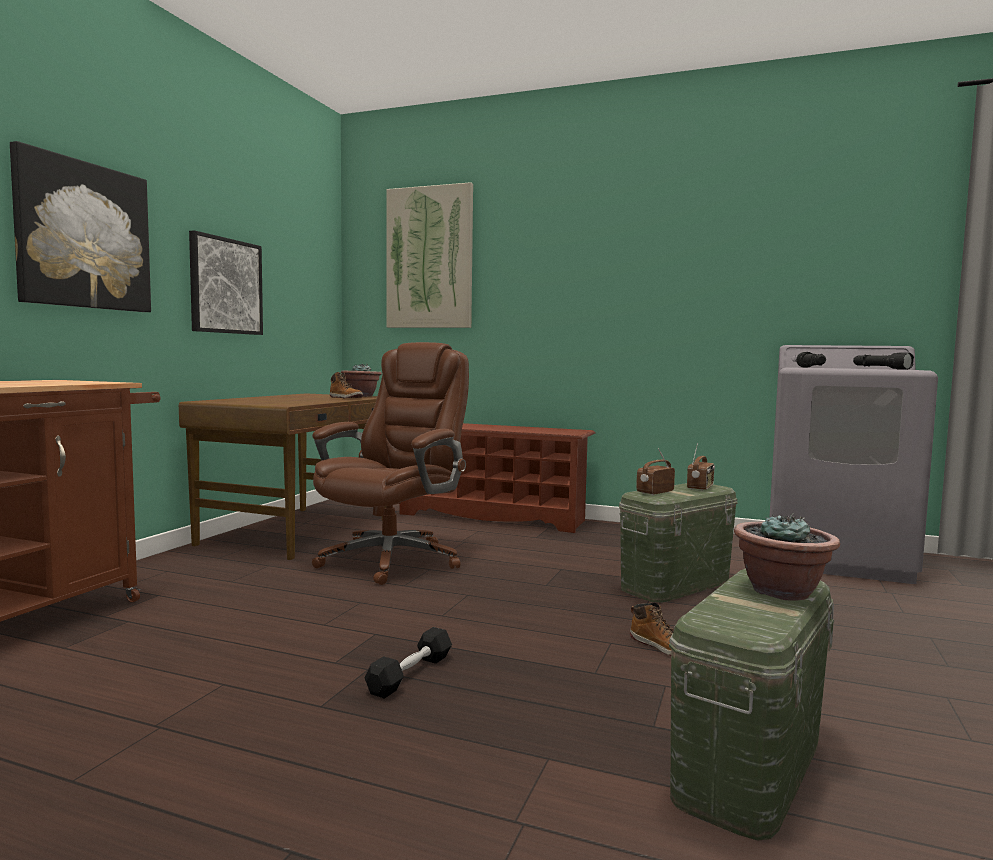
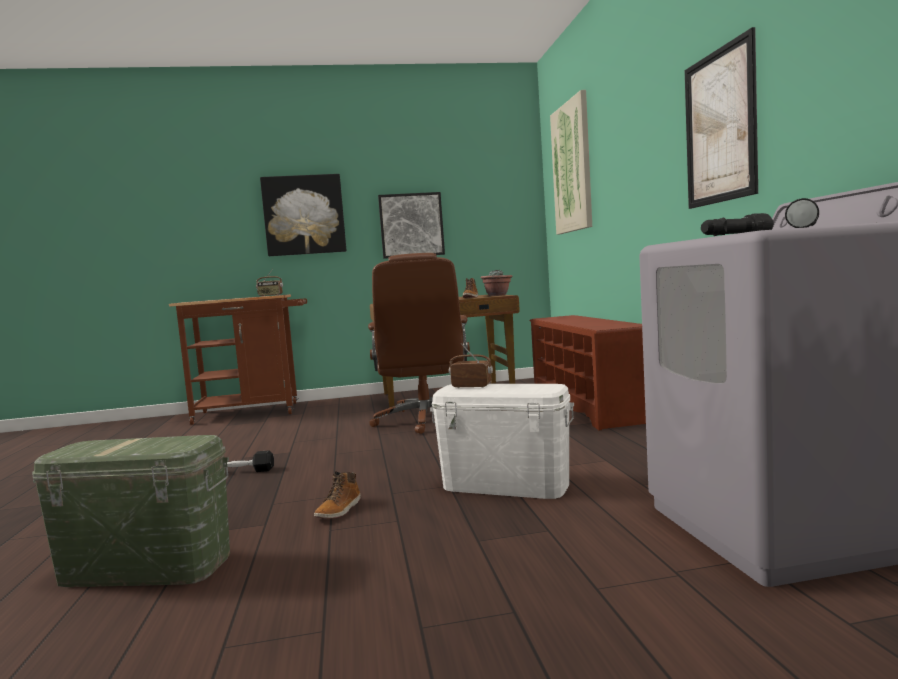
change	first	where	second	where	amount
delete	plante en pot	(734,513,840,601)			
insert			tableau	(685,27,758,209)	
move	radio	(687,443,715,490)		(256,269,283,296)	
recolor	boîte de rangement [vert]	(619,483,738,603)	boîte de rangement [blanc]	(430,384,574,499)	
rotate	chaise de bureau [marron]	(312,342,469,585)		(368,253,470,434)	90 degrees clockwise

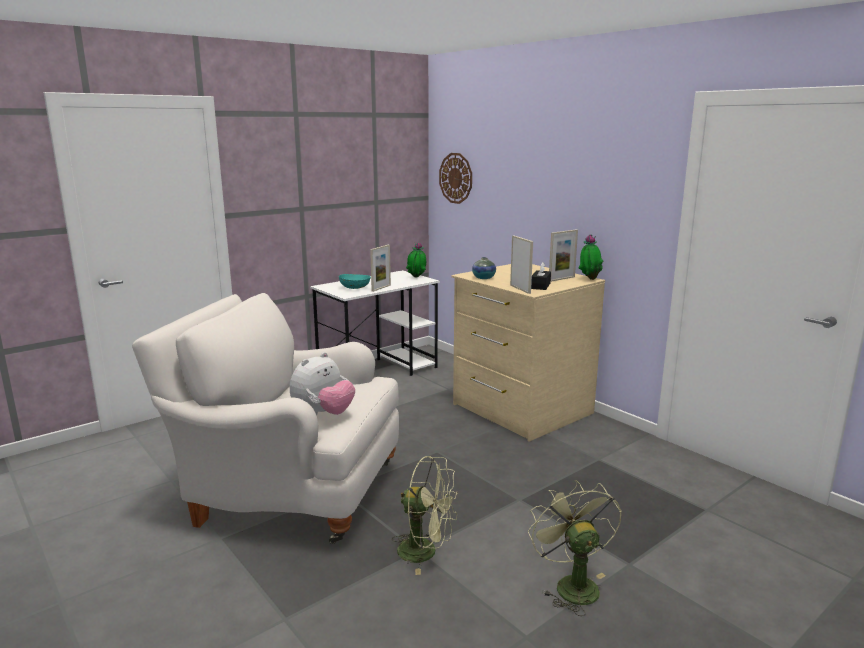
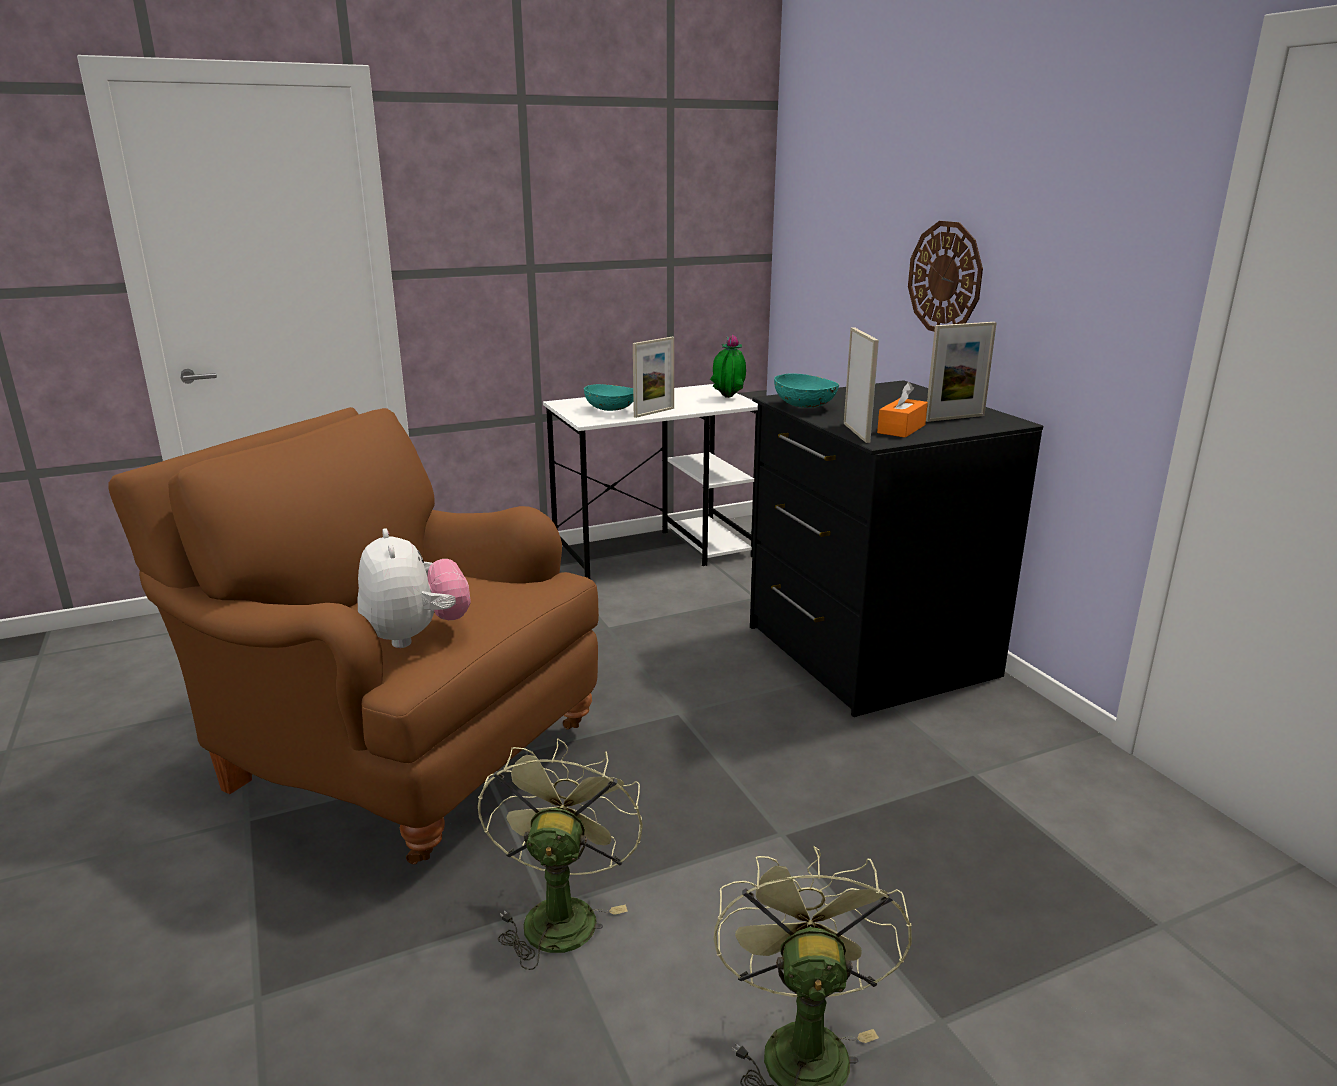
change	first	where	second	where	amount
delete	plante en pot	(579,235,603,280)			
move	horloge murale	(439,153,472,204)		(908,221,983,331)	
replace	vase	(472,257,496,279)	bol [turquoise]	(774,373,839,408)	
recolor	fauteuil [blanc]	(132,293,399,544)	fauteuil [marron]	(108,407,599,864)	
recolor	commode [beige]	(452,264,605,442)	commode [noir]	(750,380,1043,717)	
recolor	boîte à mouchoirs [noir]	(531,262,551,290)	boîte à mouchoirs [orange]	(877,382,928,438)	
rotate	peluche	(290,352,355,415)		(358,528,471,648)	75 degrees counterclockwise
rotate	ventilateur [vert]	(392,456,458,575)		(478,738,643,970)	120 degrees counterclockwise

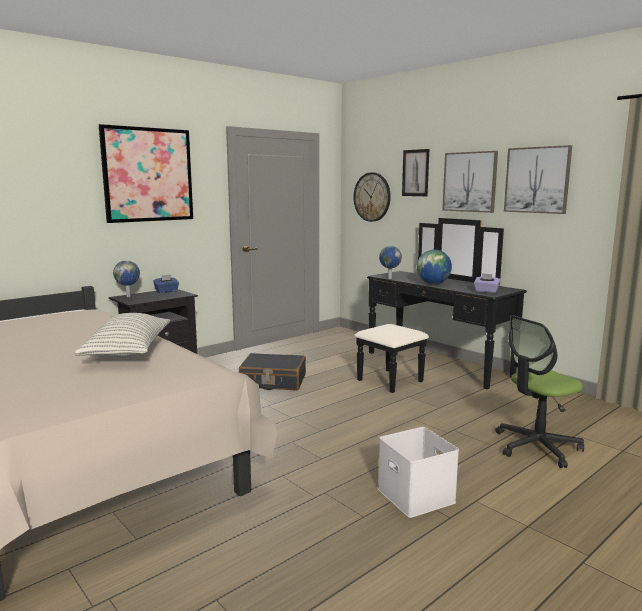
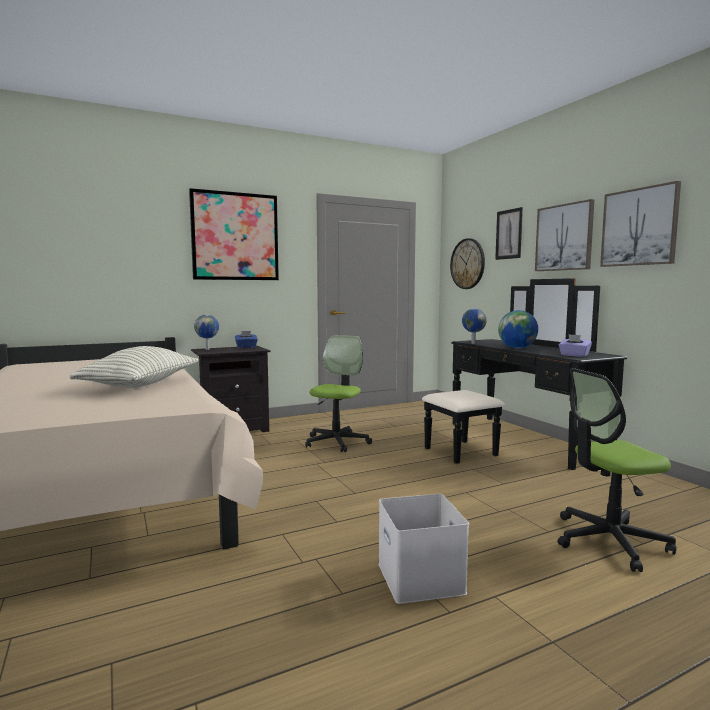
change	first	where	second	where	amount
replace	valise [noir]	(239,353,306,390)	chaise de bureau	(305,335,372,452)	

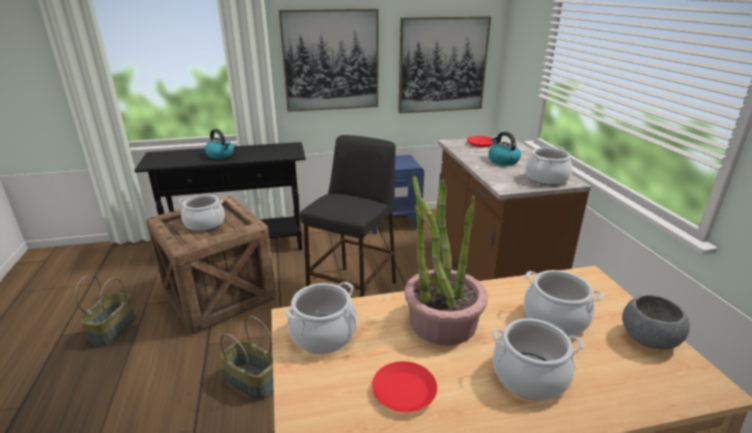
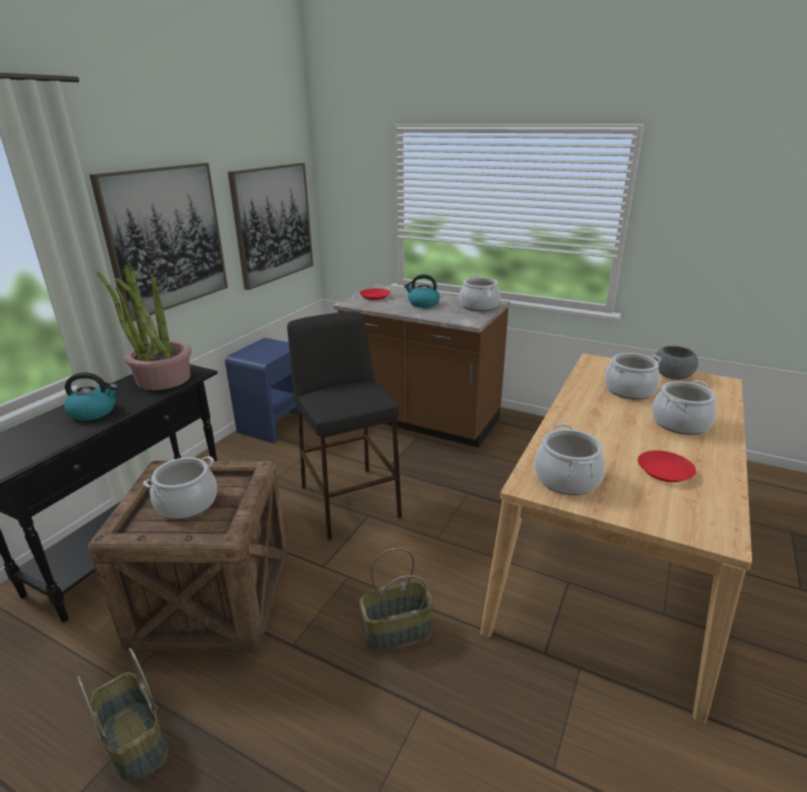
change	first	where	second	where	amount
move	plante en pot	(405,176,488,346)		(97,265,192,390)	

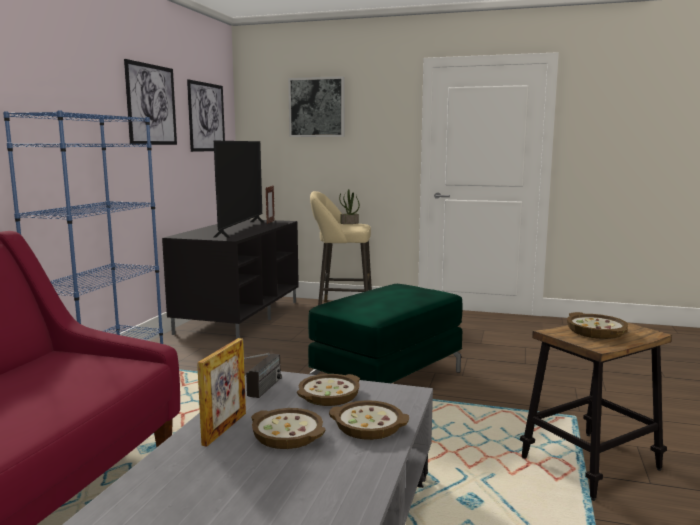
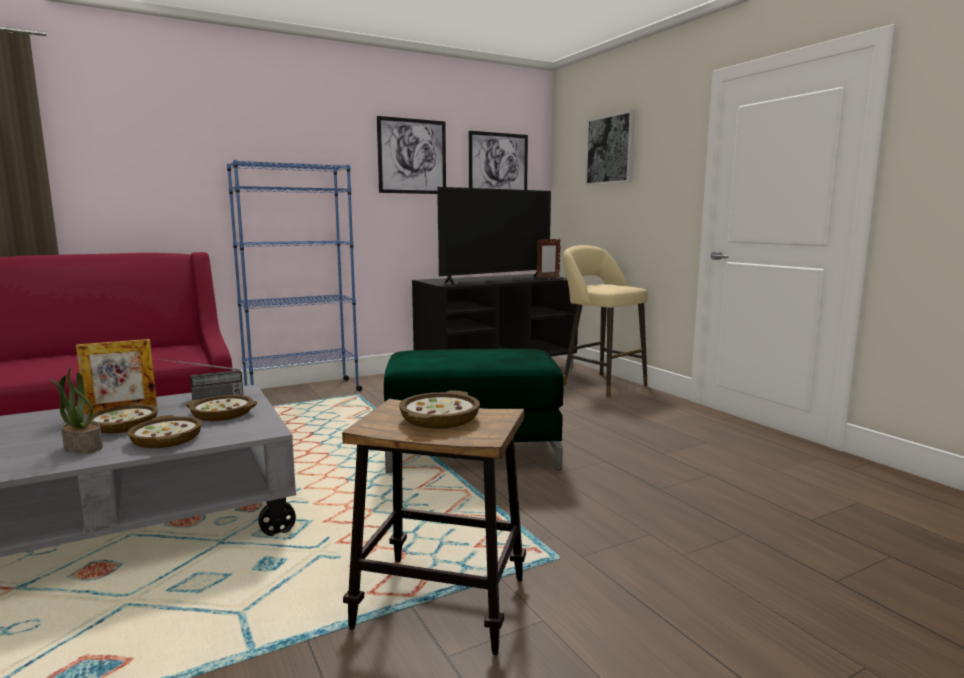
change	first	where	second	where	amount
move	plante en pot	(339,189,360,224)		(50,367,103,454)	

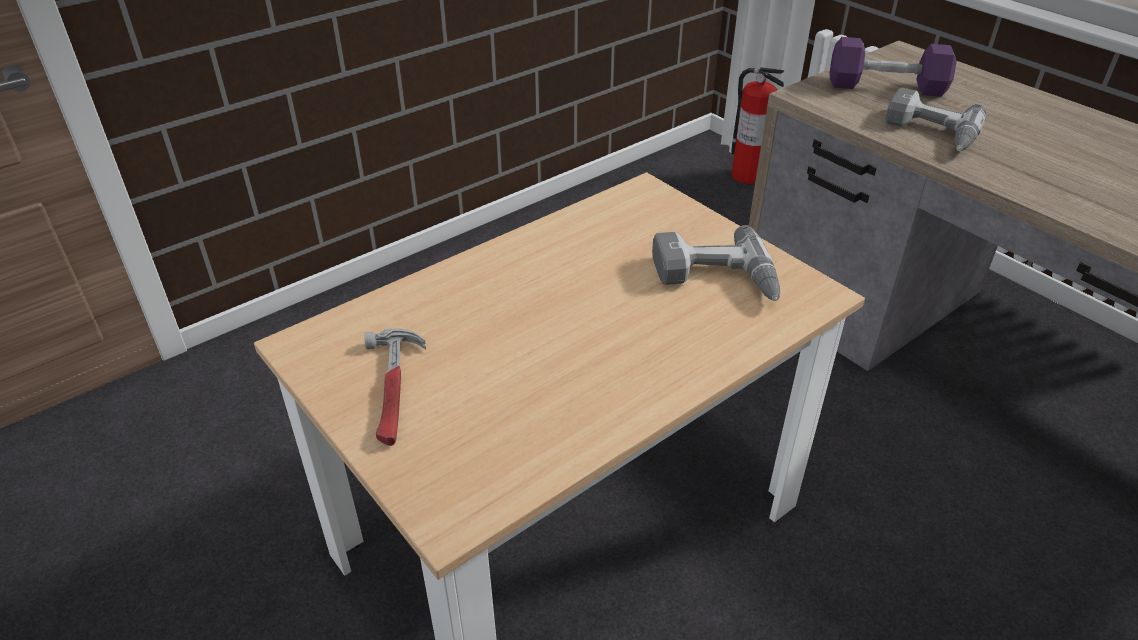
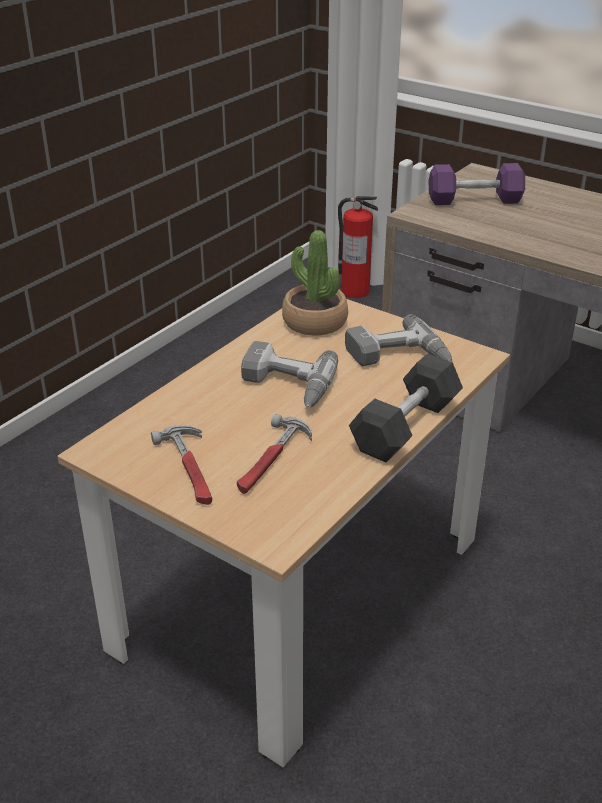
change	first	where	second	where	amount
insert			marteau	(237,414,312,494)	
insert			plante en pot	(282,230,348,336)	
insert			haltère [noir]	(349,354,463,462)	
move	perceuse	(885,88,986,151)		(241,341,338,408)	

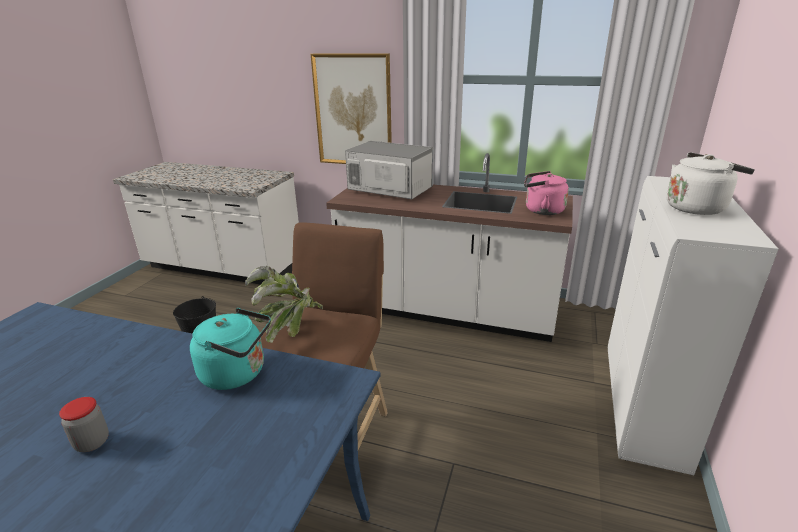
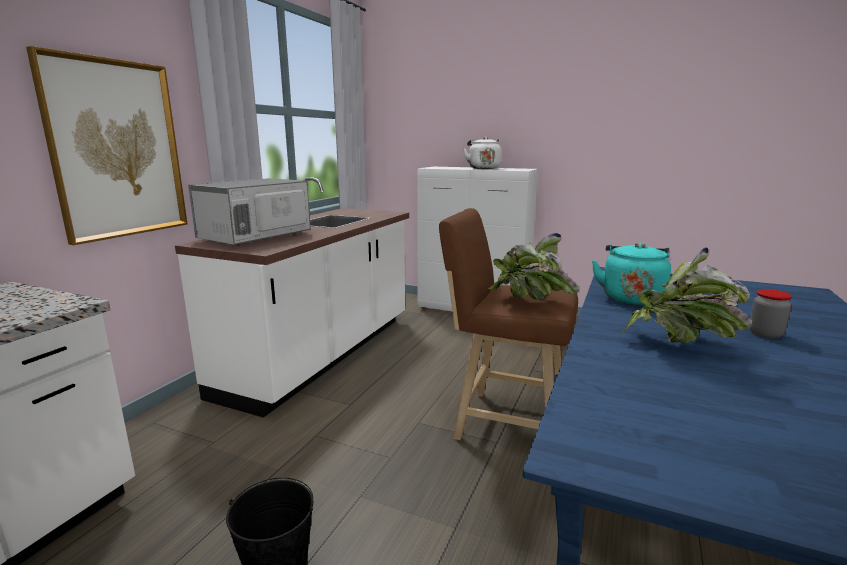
change	first	where	second	where	amount
delete	bouilloire [rose]	(524,171,569,215)			
insert			plante en pot	(621,247,752,343)	

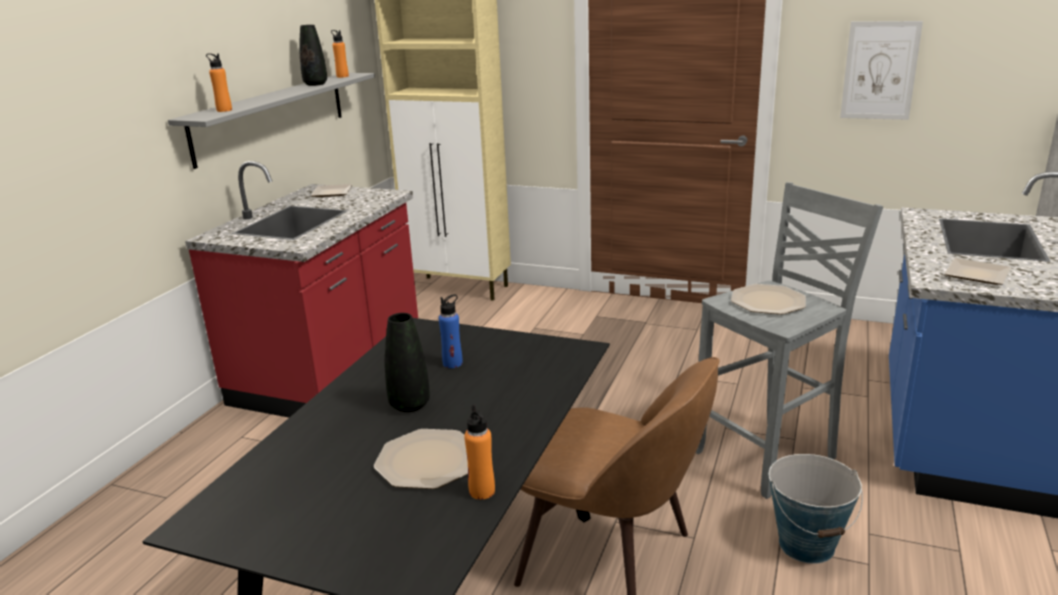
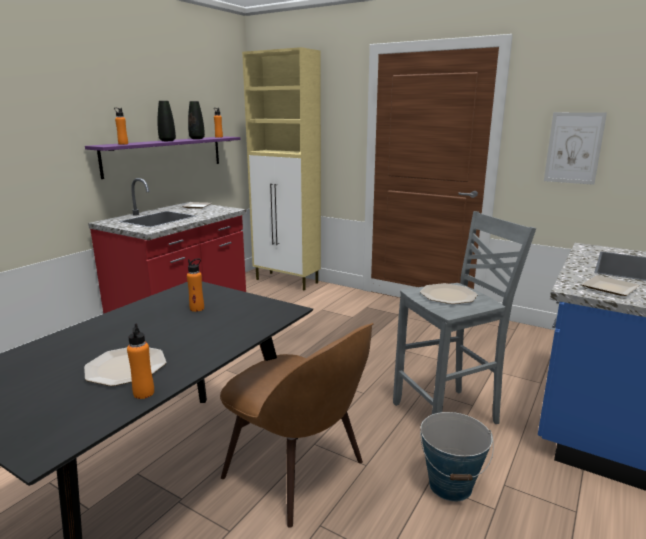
change	first	where	second	where	amount
move	vase [noir]	(385,313,430,412)		(158,101,176,141)	
recolor	étagère [gris]	(168,73,375,169)	étagère [violet]	(85,136,241,179)	
recolor	bouteille [bleu]	(439,294,462,368)	bouteille [orange]	(187,259,204,312)	

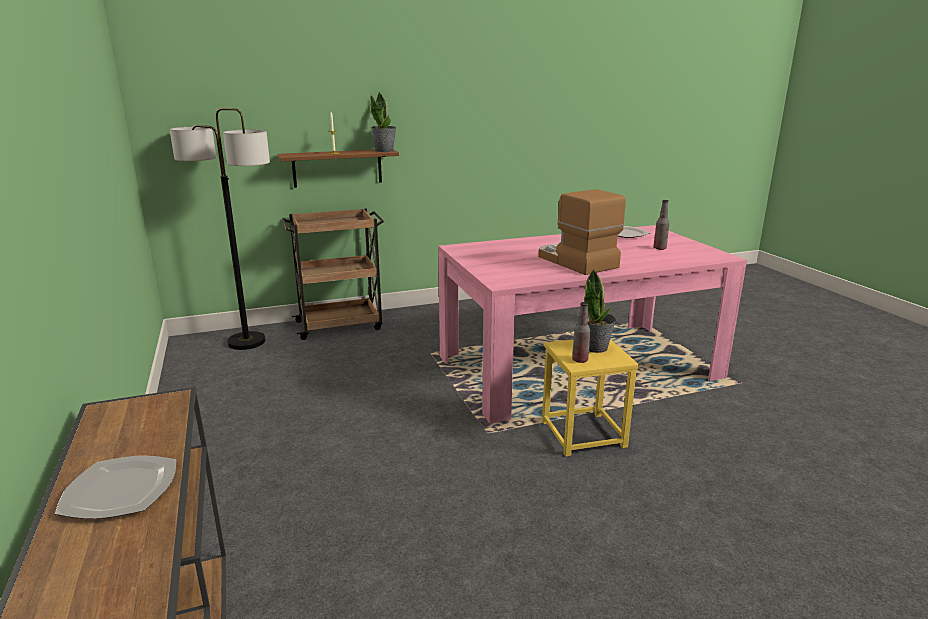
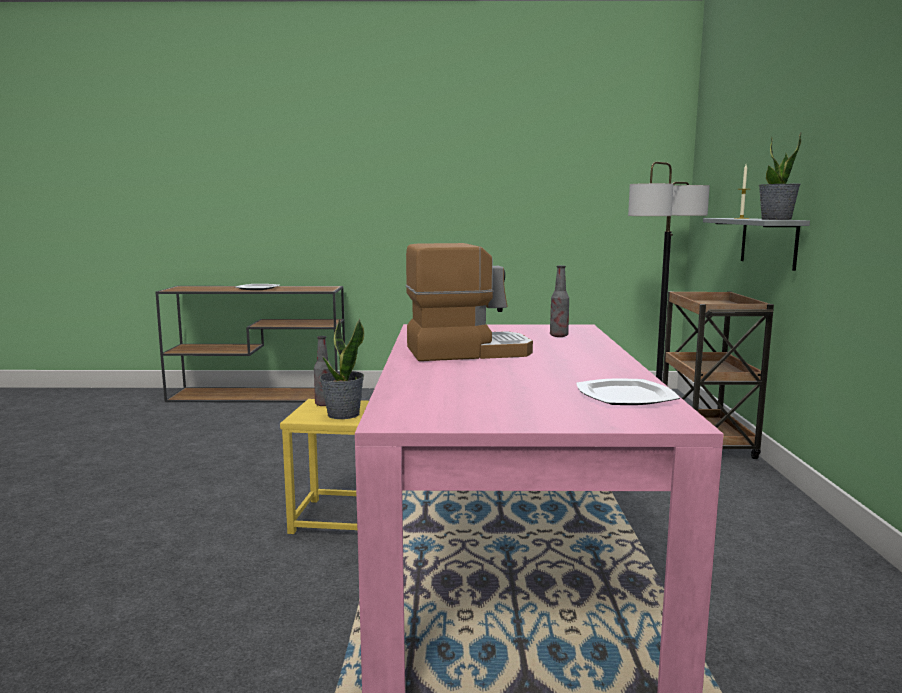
change	first	where	second	where	amount
move	bouteille	(654,200,669,250)		(550,265,569,337)	
recolor	étagère [marron]	(278,150,399,188)	étagère [gris]	(703,218,810,271)	

